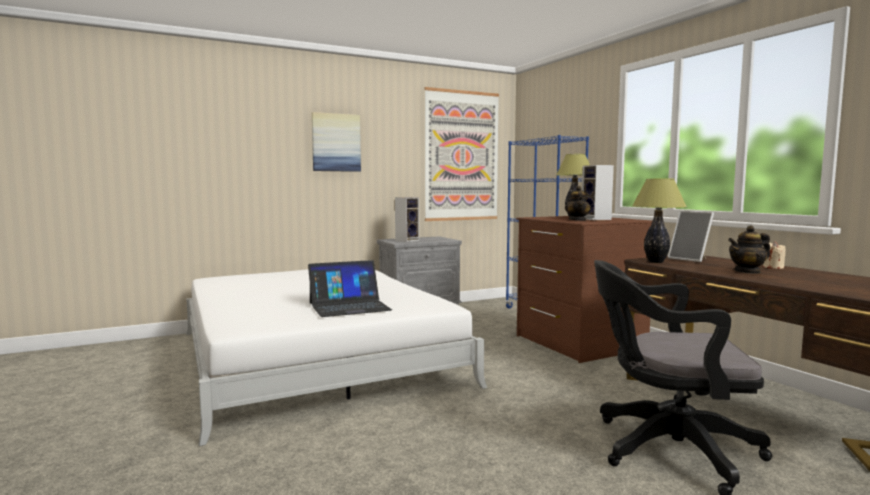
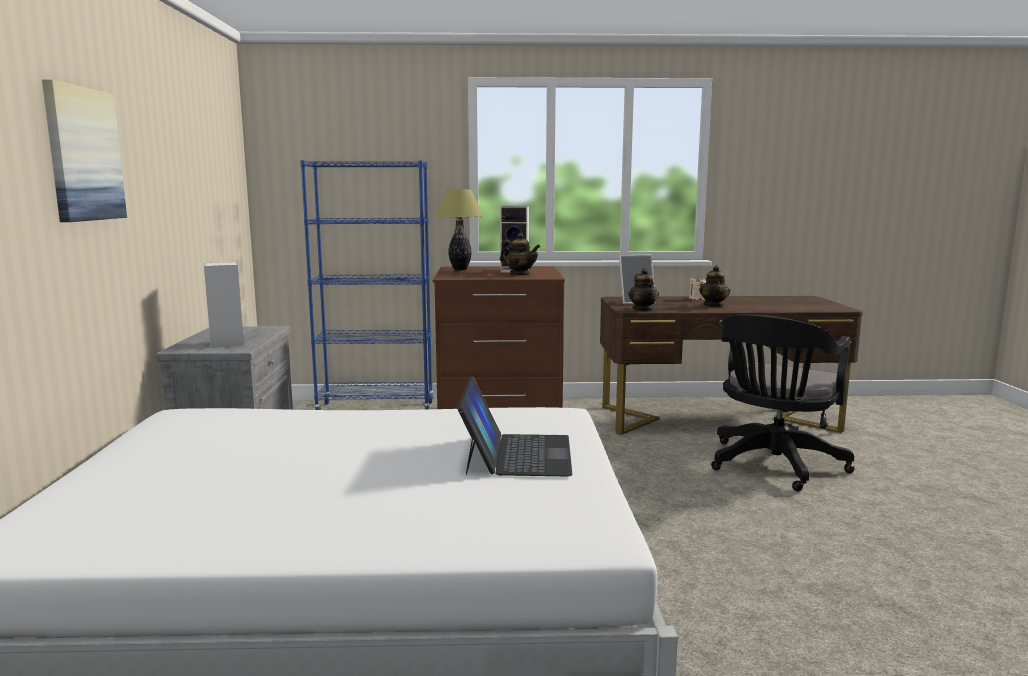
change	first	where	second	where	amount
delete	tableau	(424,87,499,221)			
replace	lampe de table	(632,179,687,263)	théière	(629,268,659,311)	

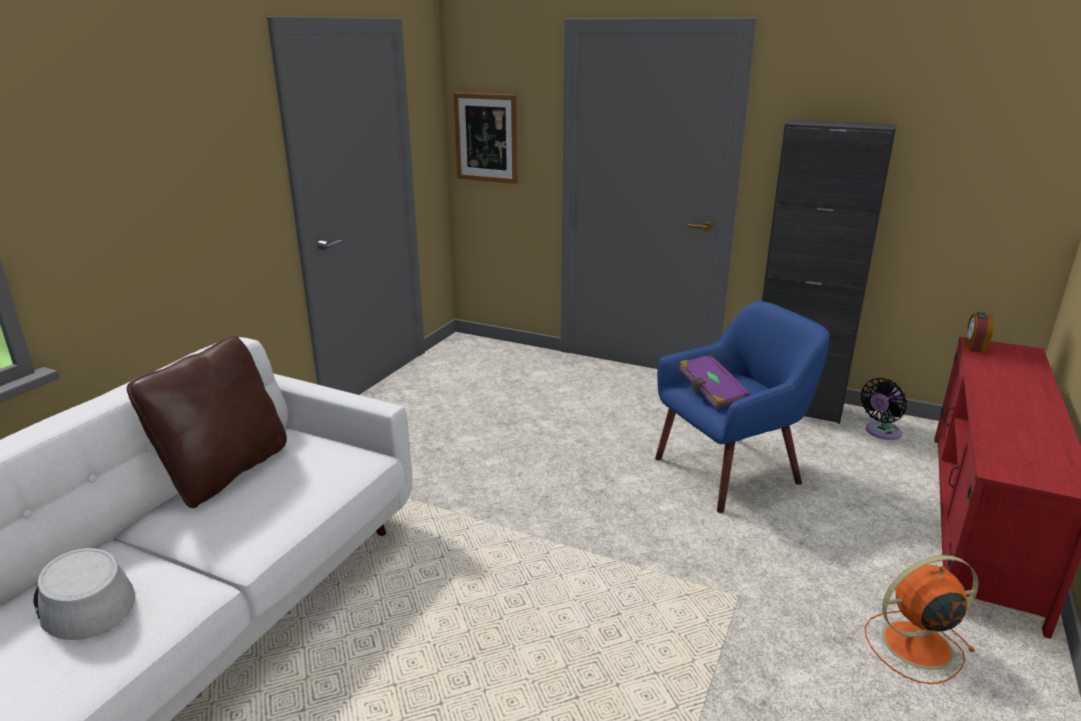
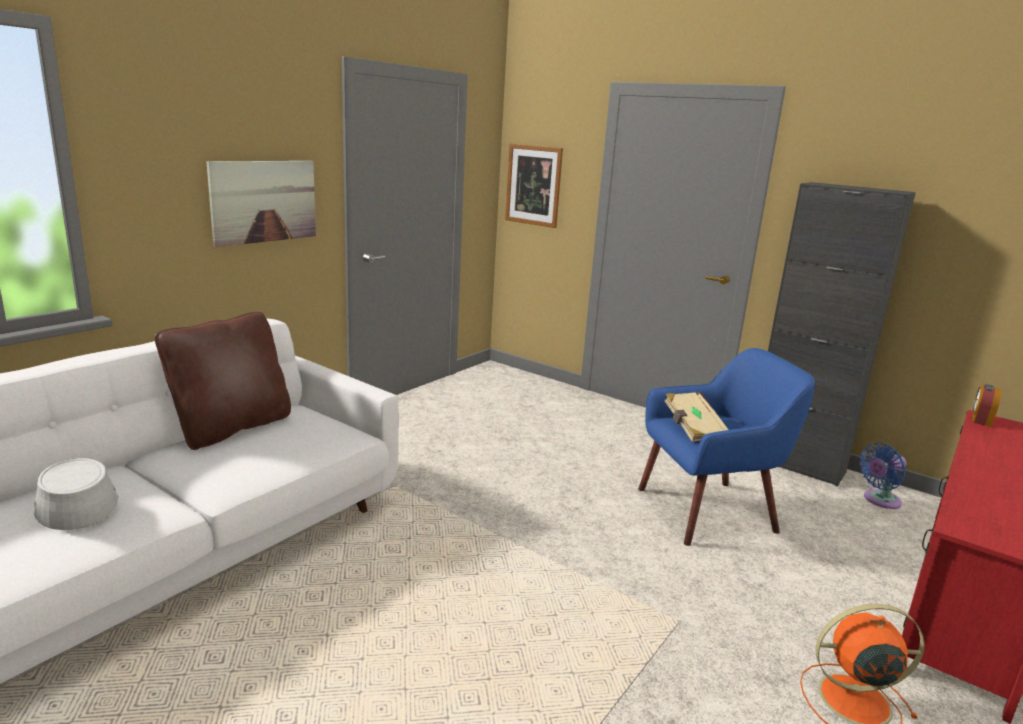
change	first	where	second	where	amount
insert			tableau	(206,161,316,247)	
recolor	livre [violet]	(678,354,750,409)	livre [beige]	(665,392,728,442)	
recolor	ventilateur [noir]	(860,378,907,440)	ventilateur [bleu]	(859,443,906,509)	

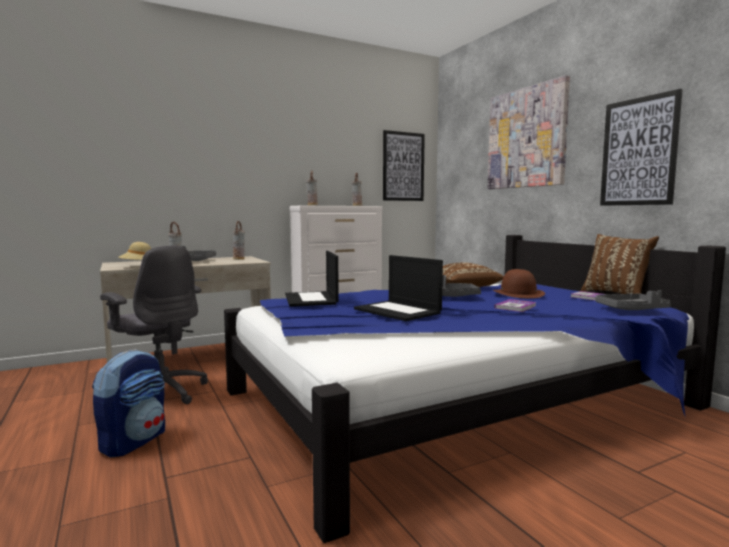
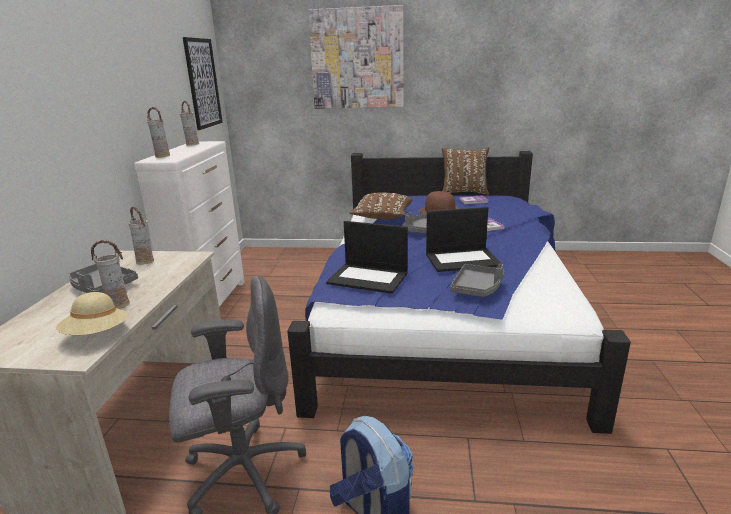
change	first	where	second	where	amount
delete	tableau	(600,89,683,206)			
move	plateau [gris]	(595,290,671,310)		(450,264,505,297)	

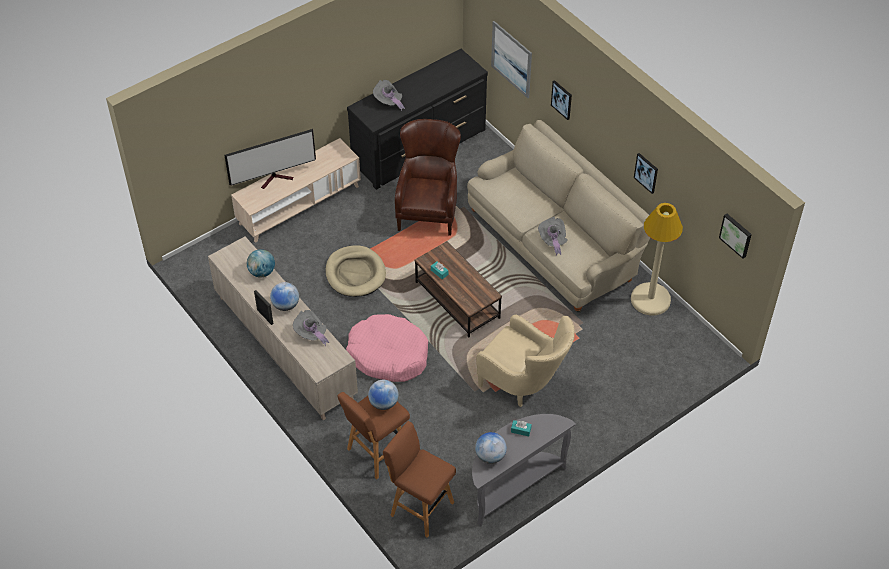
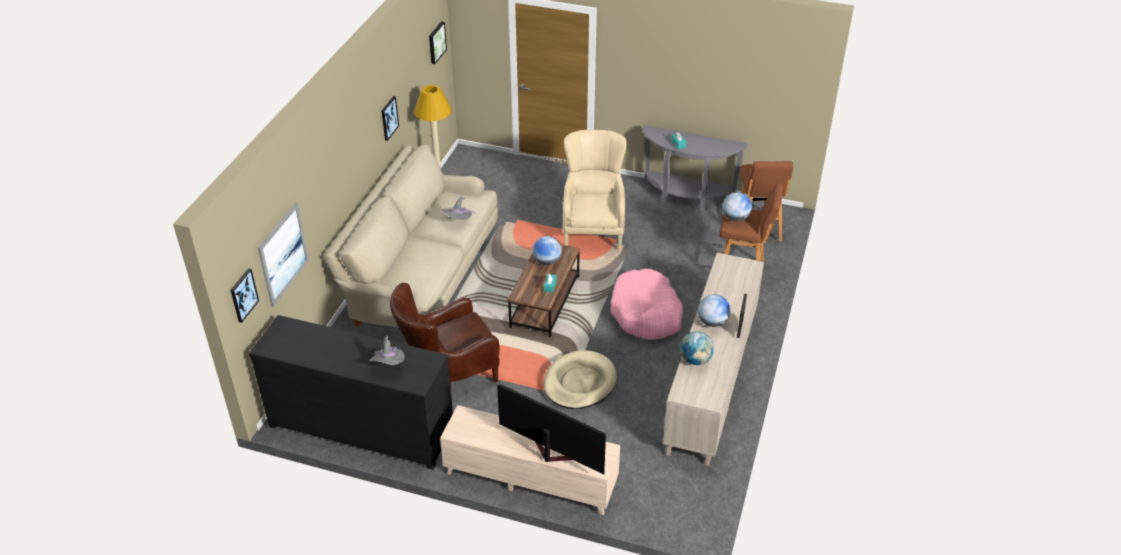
change	first	where	second	where	amount
delete	chapeau [gris]	(293,310,329,346)			
move	globe	(475,432,507,464)		(533,236,562,265)	
move	tableau	(551,80,572,120)		(231,268,259,323)	

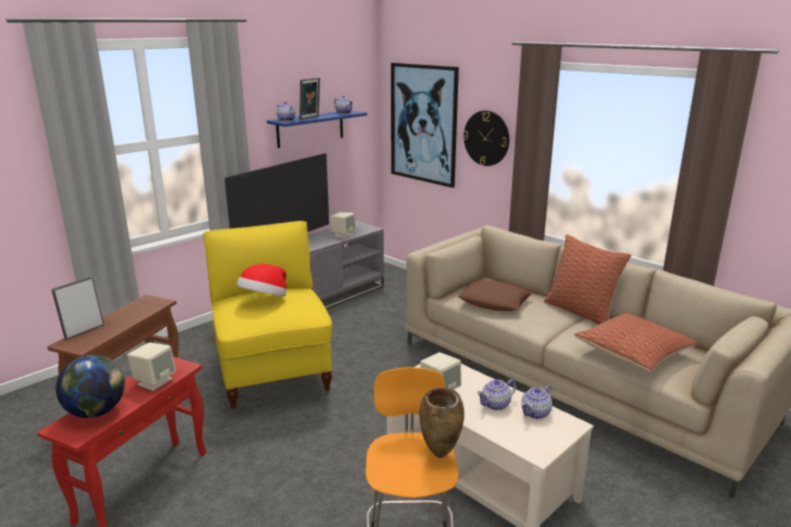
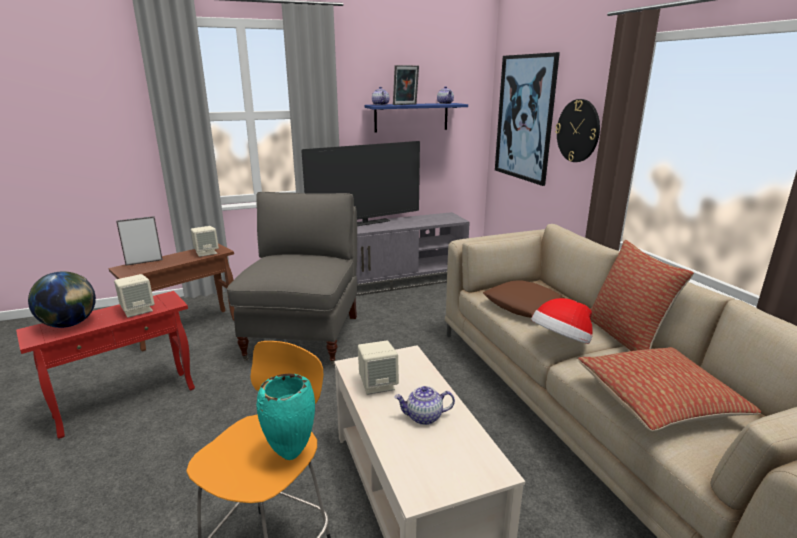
change	first	where	second	where	amount
delete	théière	(521,385,552,419)			
move	chapeau	(237,264,287,296)		(531,298,593,344)	
move	enceinte [beige]	(330,212,356,238)		(191,226,219,257)	
recolor	fauteuil [jaune]	(203,221,332,413)	fauteuil [gris]	(227,192,357,366)	
recolor	vase [marron]	(419,388,464,458)	vase [turquoise]	(256,374,315,460)	

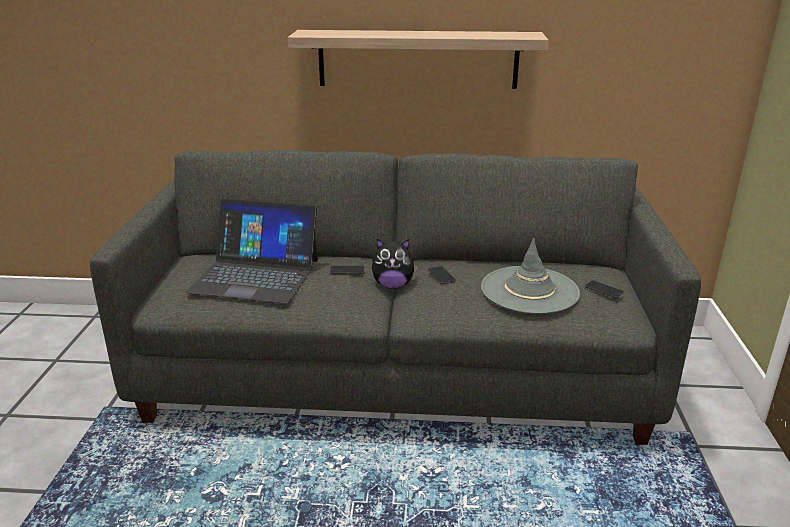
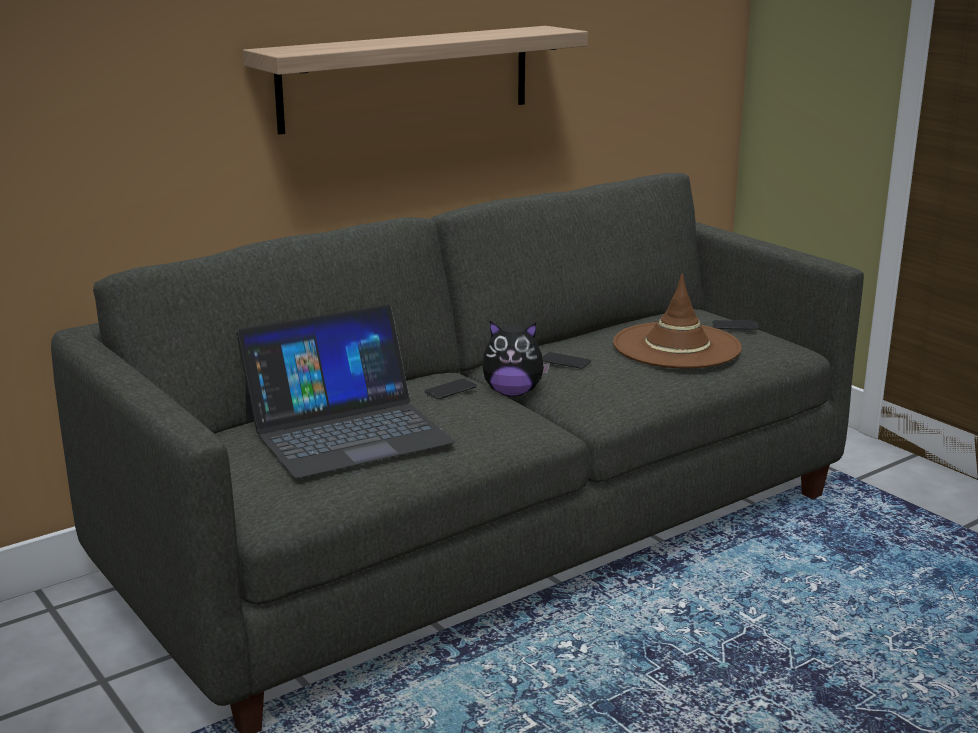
change	first	where	second	where	amount
recolor	chapeau [gris]	(481,238,580,314)	chapeau [marron]	(613,274,742,369)	
rotate	peluche	(372,239,418,289)		(482,321,550,396)	45 degrees clockwise

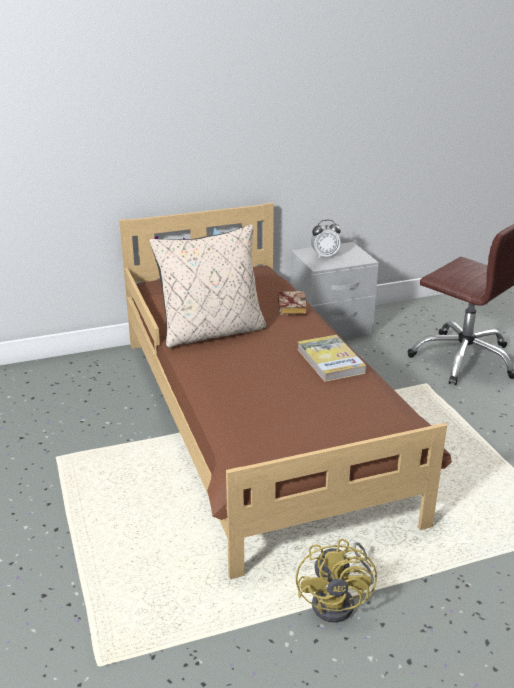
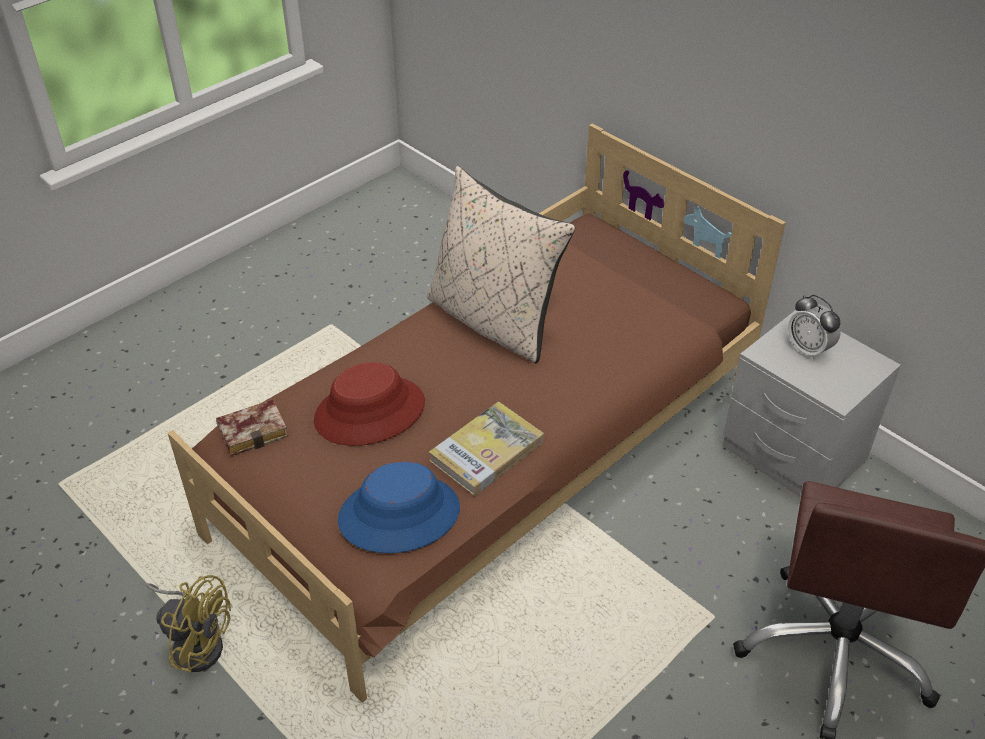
change	first	where	second	where	amount
insert			chapeau [rouge]	(314,362,425,446)	
insert			chapeau [bleu]	(338,461,460,553)	
move	livre	(278,291,307,315)		(216,399,288,456)	
rotate	ventilateur [jaune]	(296,539,377,623)		(146,575,231,673)	135 degrees counterclockwise

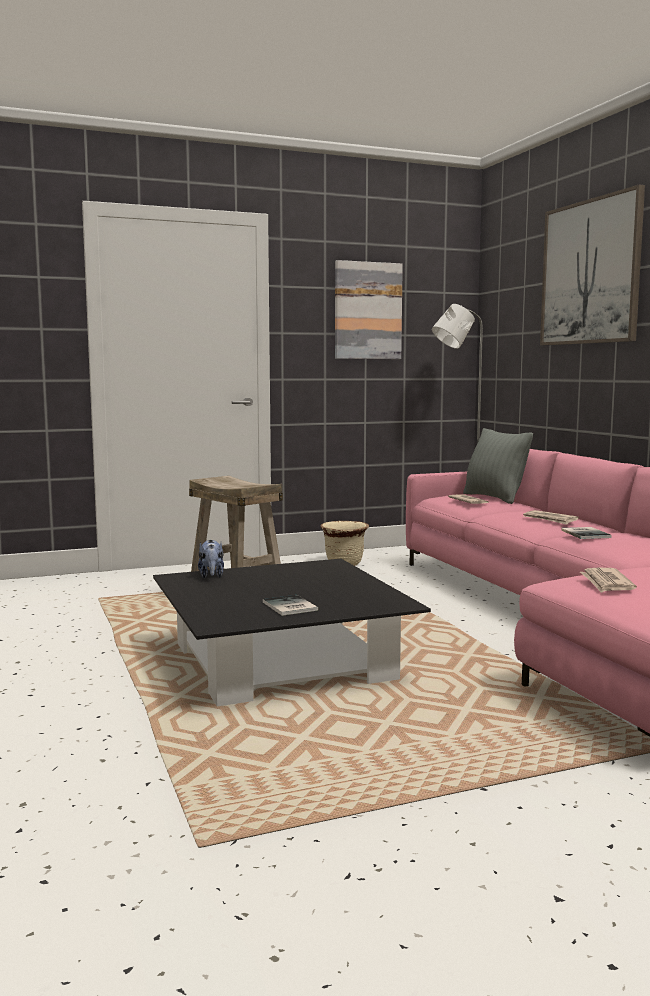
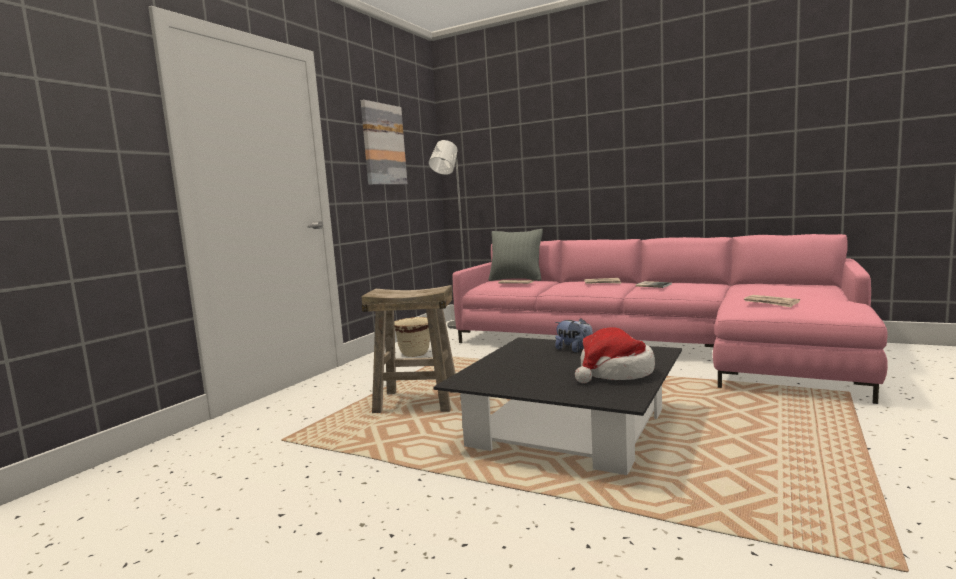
change	first	where	second	where	amount
delete	tableau	(540,185,645,345)			
move	peluche	(198,540,224,578)		(555,318,593,352)	
replace	livre	(263,595,318,616)	chapeau	(575,327,655,383)	

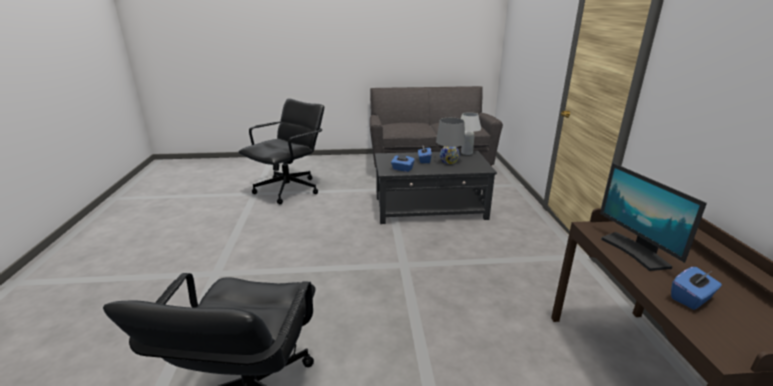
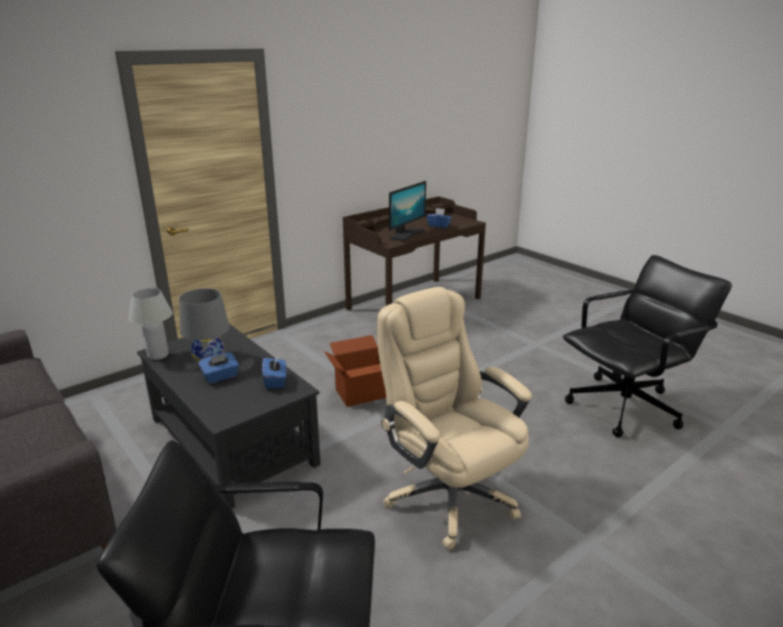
change	first	where	second	where	amount
insert			carton	(324,335,386,407)	
insert			chaise de bureau [beige]	(377,287,532,549)	

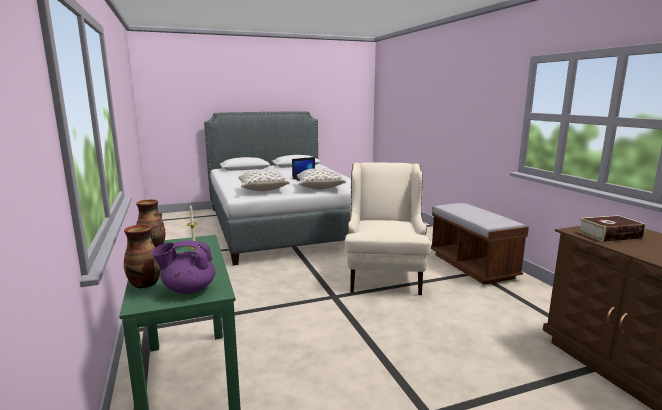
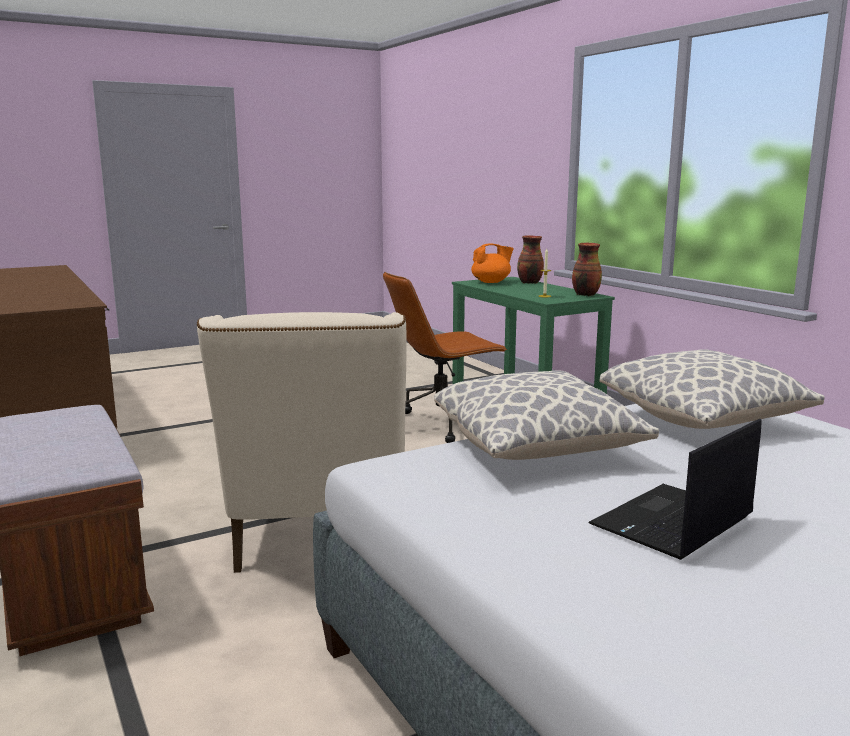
change	first	where	second	where	amount
delete	livre	(578,215,646,242)			
insert			chaise de bureau [marron]	(383,272,508,443)	
recolor	théière [violet]	(152,241,216,294)	théière [orange]	(471,244,514,283)	

